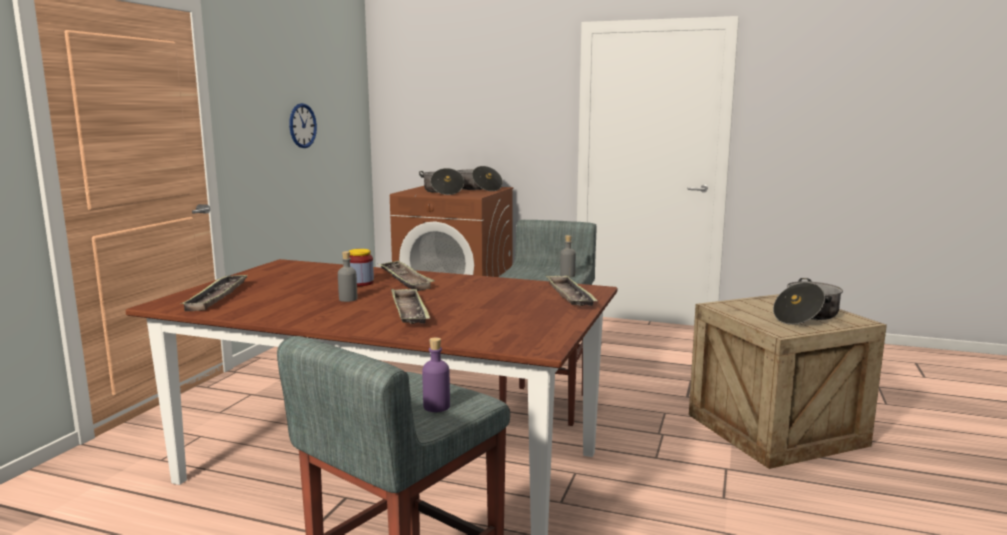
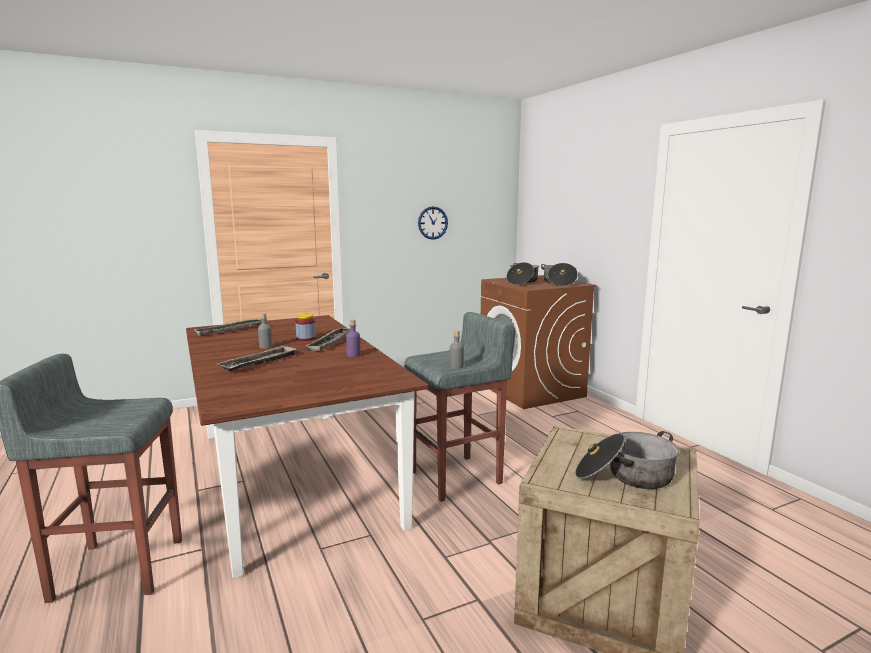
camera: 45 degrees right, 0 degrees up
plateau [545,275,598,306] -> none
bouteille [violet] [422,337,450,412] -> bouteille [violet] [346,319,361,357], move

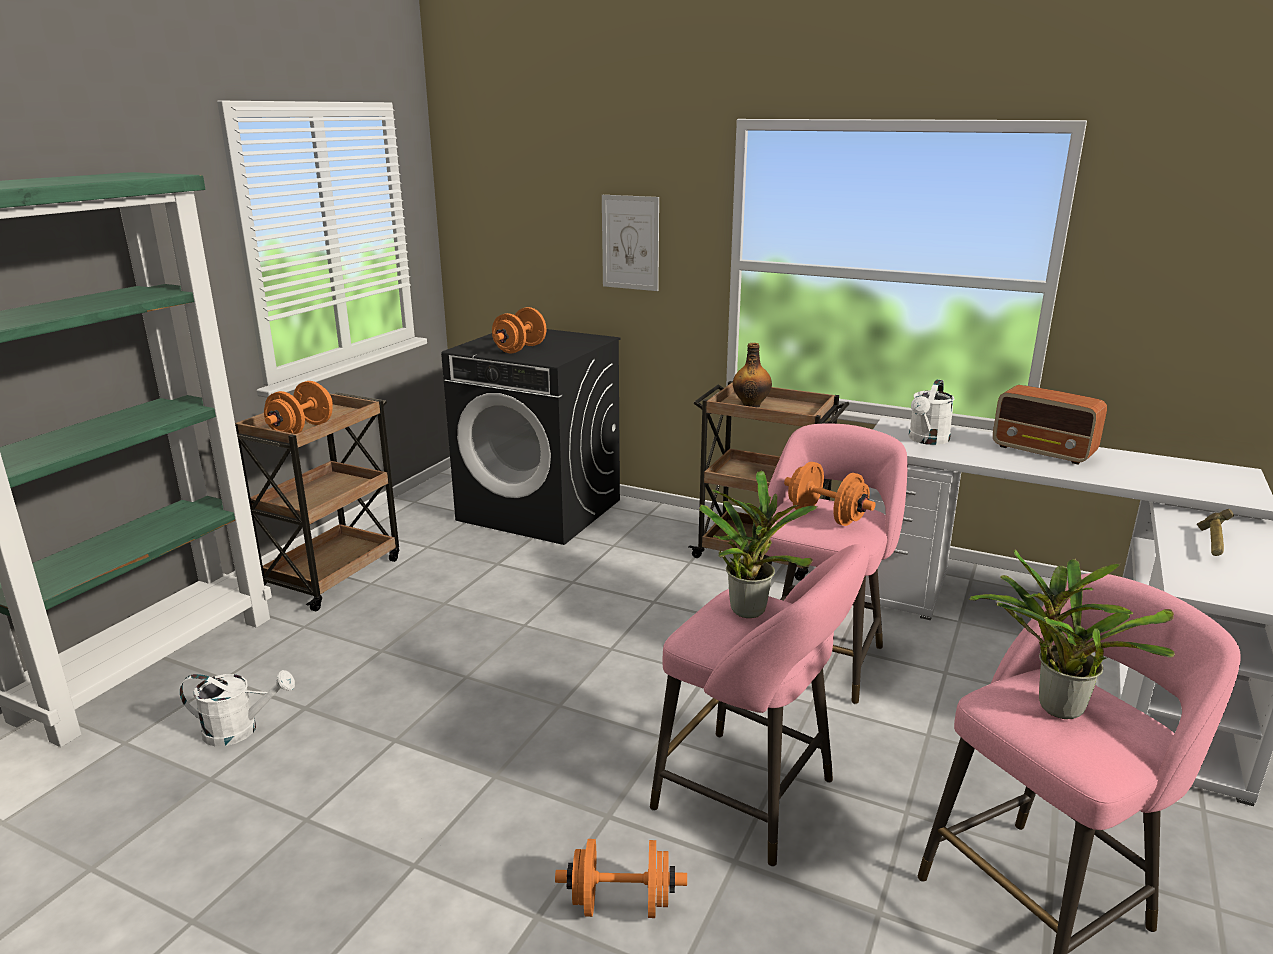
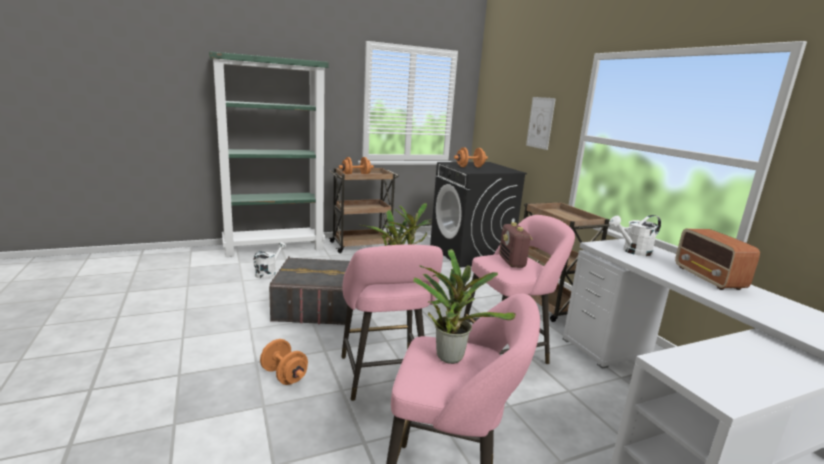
camera: 40 degrees right, 5 degrees down
bouteille [733,343,772,408] -> none
marteau [1197,509,1234,556] -> none
none -> boîte de rangement [gris] [269,257,350,325]
haltère [orange] [784,462,876,526] -> radio [499,222,533,268]
arrosoir [blanc] [179,670,295,746] -> arrosoir [blanc] [253,242,286,279], 105 degrees counterclockwise

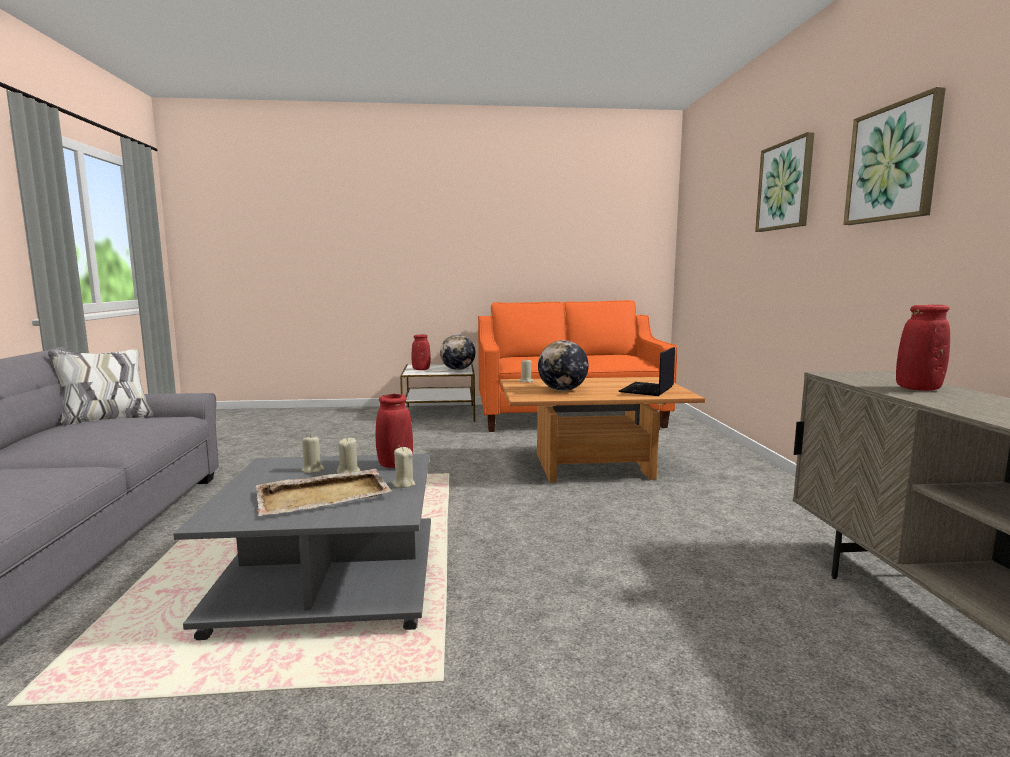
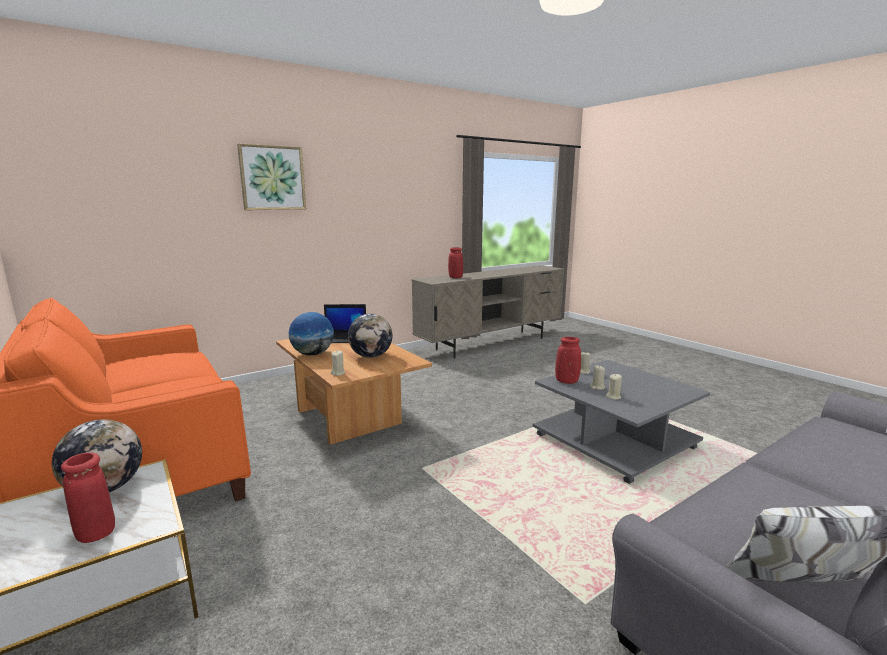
camera: 120 degrees left, 5 degrees up
plateau [beige] [256,469,392,516] -> none
tableau [843,87,946,225] -> none
none -> globe [289,312,334,356]

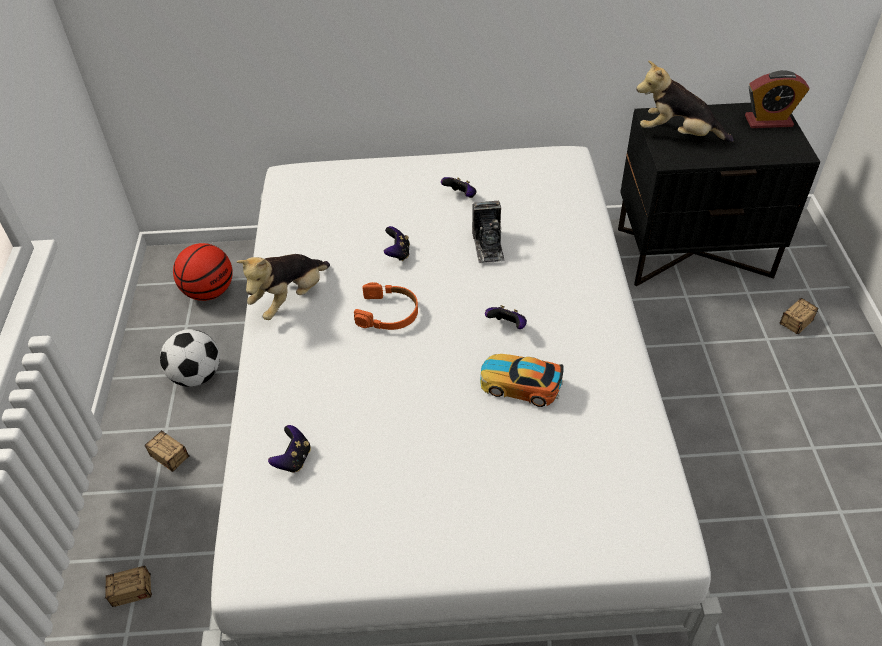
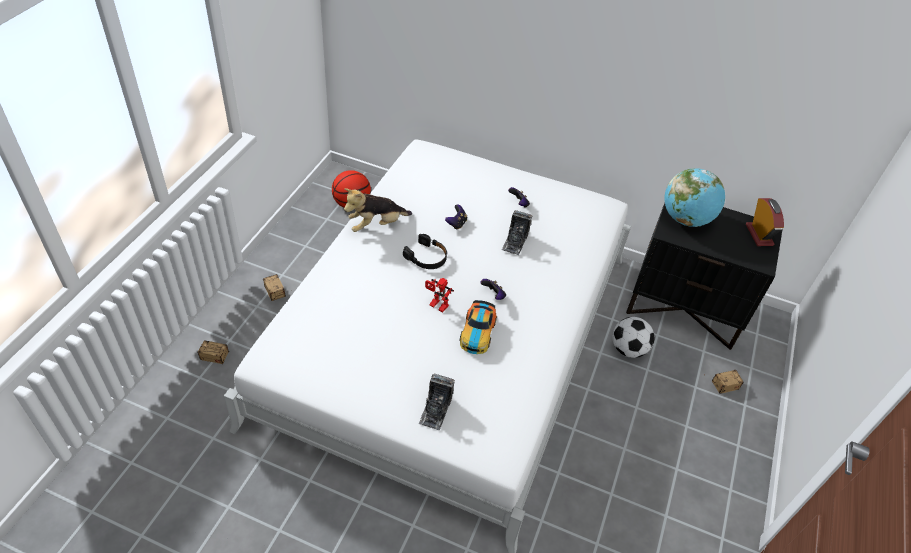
camera: 20 degrees right, 0 degrees up
manette [268,425,311,473] -> none
none -> appareil photo [418,374,455,430]
none -> robot jouet [425,278,454,313]
ballon de foot [160,329,220,387] -> ballon de foot [612,317,654,358], move
peluche [636,60,734,142] -> globe [664,168,725,227]
casque audio [orange] [354,282,418,330] -> casque audio [noir] [403,234,447,269]
petite voiture [480,354,564,407] -> petite voiture [460,300,497,354], 120 degrees counterclockwise
réveil [745,70,810,128] -> réveil [746,198,784,246], 120 degrees counterclockwise

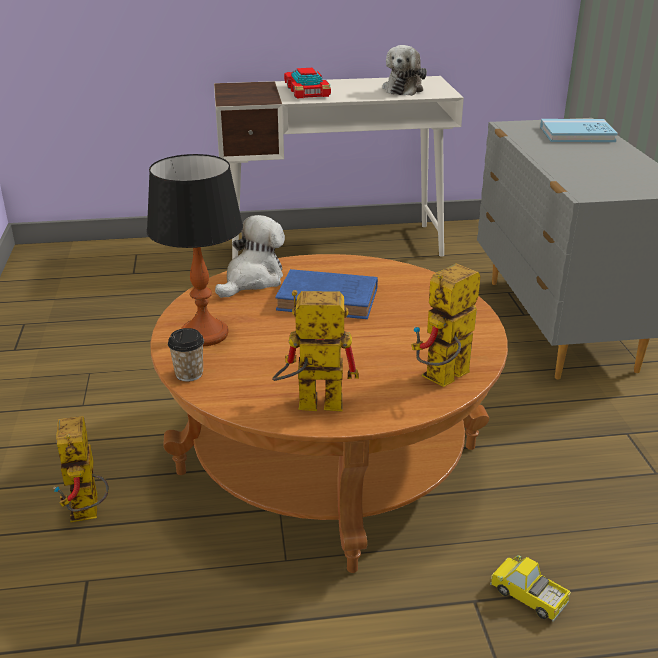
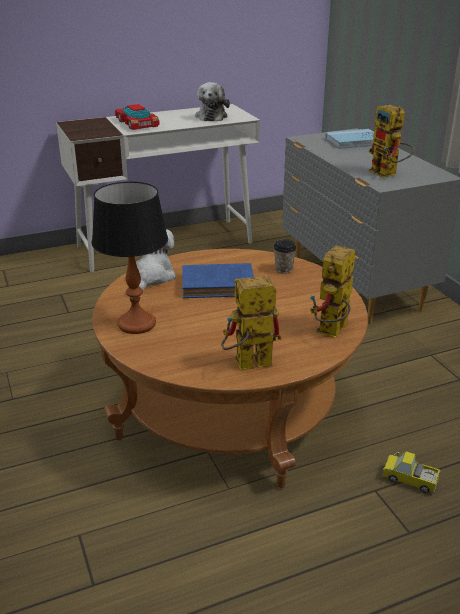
camera: 15 degrees left, 0 degrees up
robot jouet [53,416,109,523] -> robot jouet [368,104,414,178], move
tasse [168,328,204,382] -> tasse [273,239,297,273], move

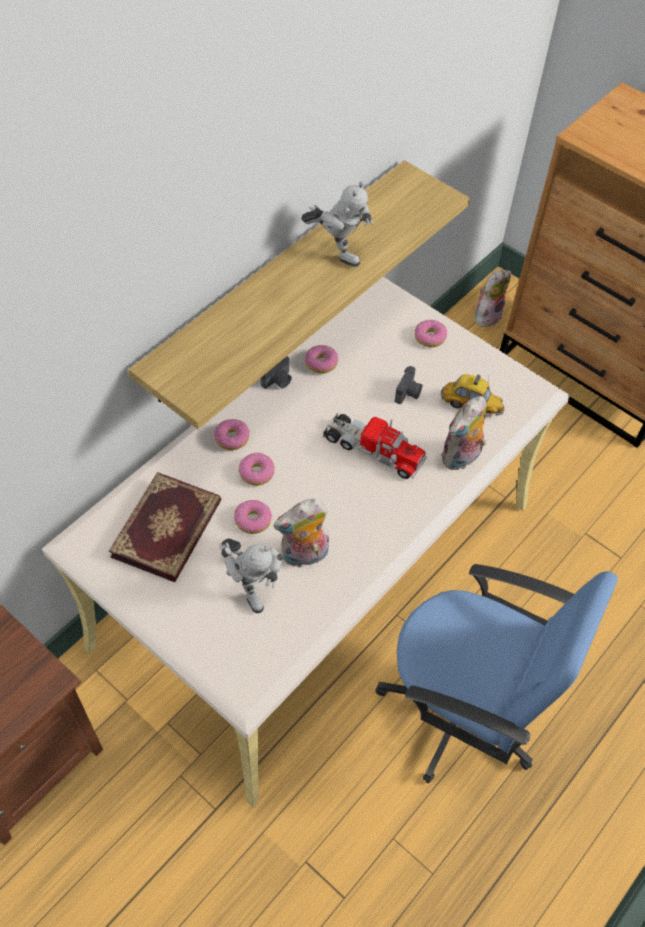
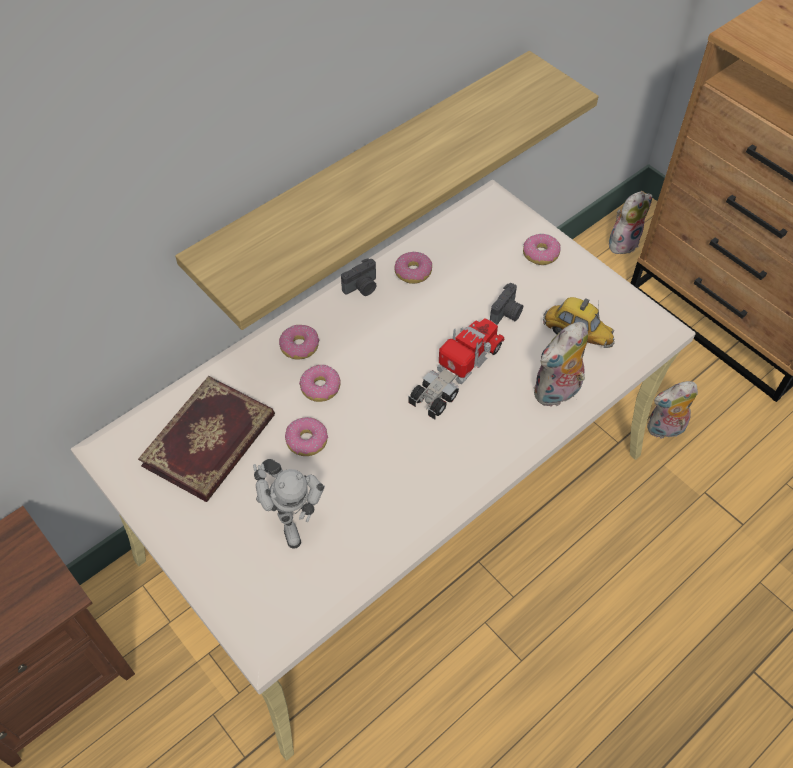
camera: 10 degrees right, 0 degrees up
robot jouet [301,181,373,267] -> none
chaise de bureau [bleu] [375,564,618,783] -> none
peluche [273,499,329,568] -> peluche [647,381,698,439], move
camion jouet [323,412,427,479] -> camion jouet [408,318,505,419], 90 degrees counterclockwise

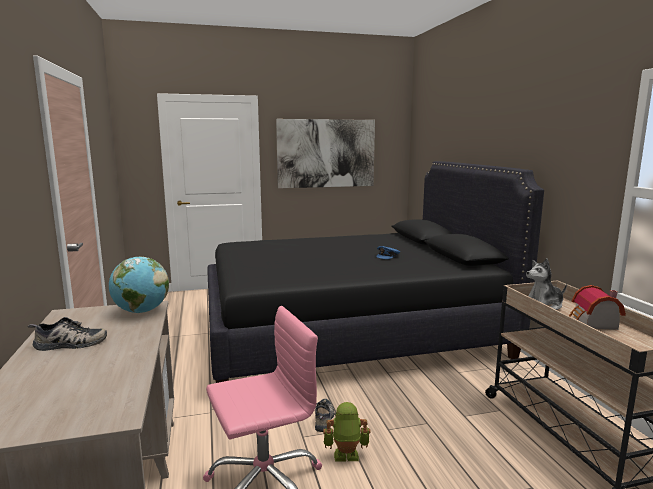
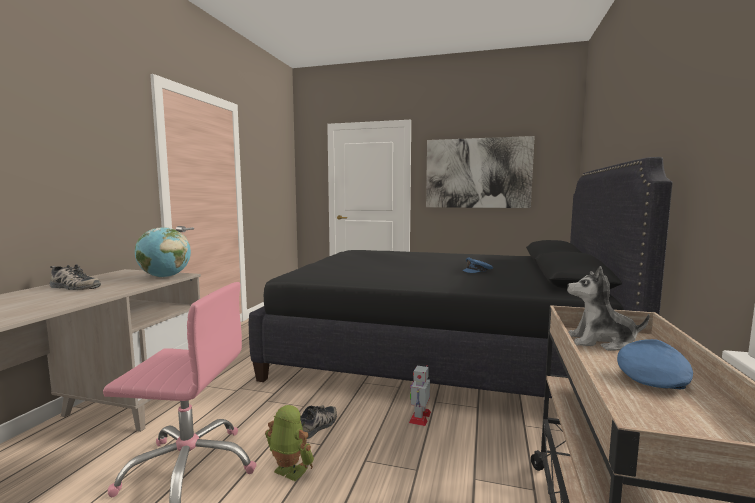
camera: 30 degrees right, 5 degrees down
none -> robot jouet [409,365,431,426]
maison miniature [569,285,626,330] -> casquette [bleu] [617,339,693,389]

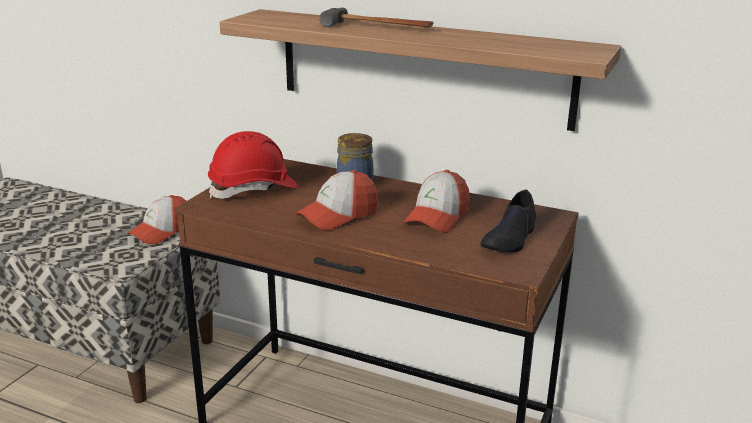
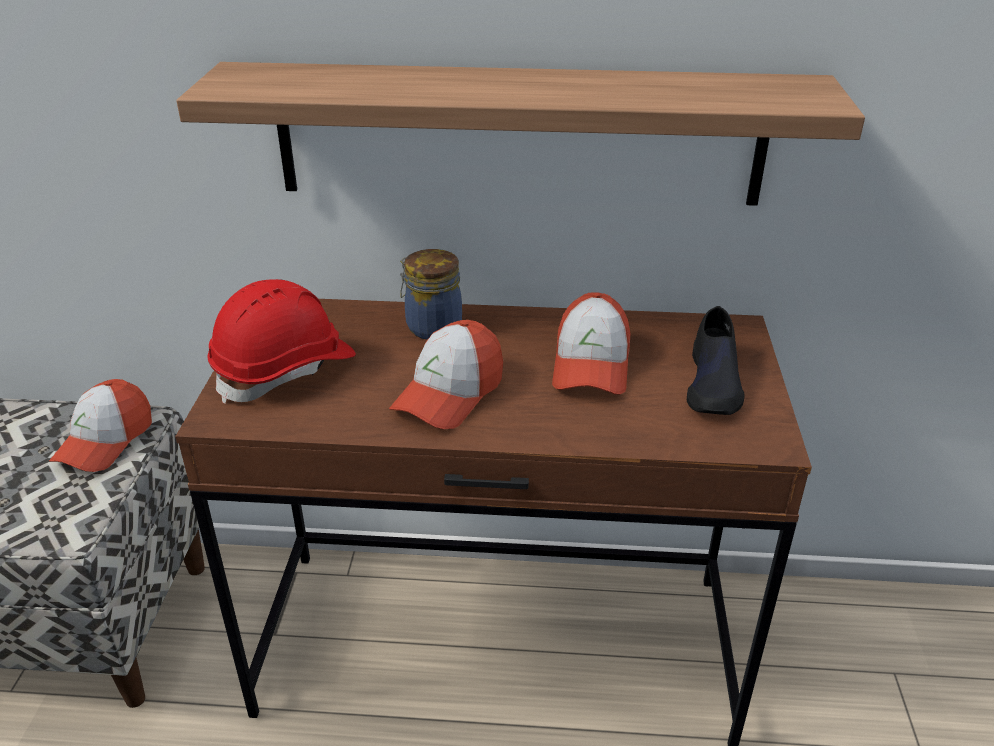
camera: 20 degrees left, 10 degrees up
marteau [320,8,433,27] -> none

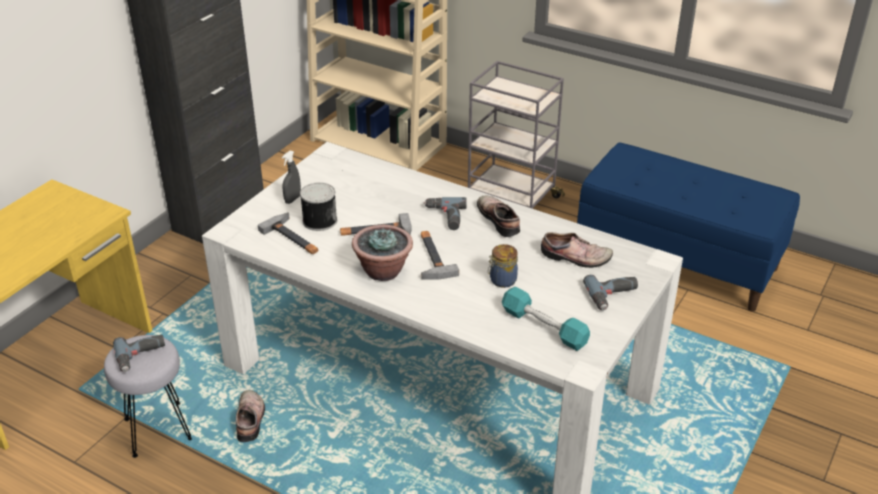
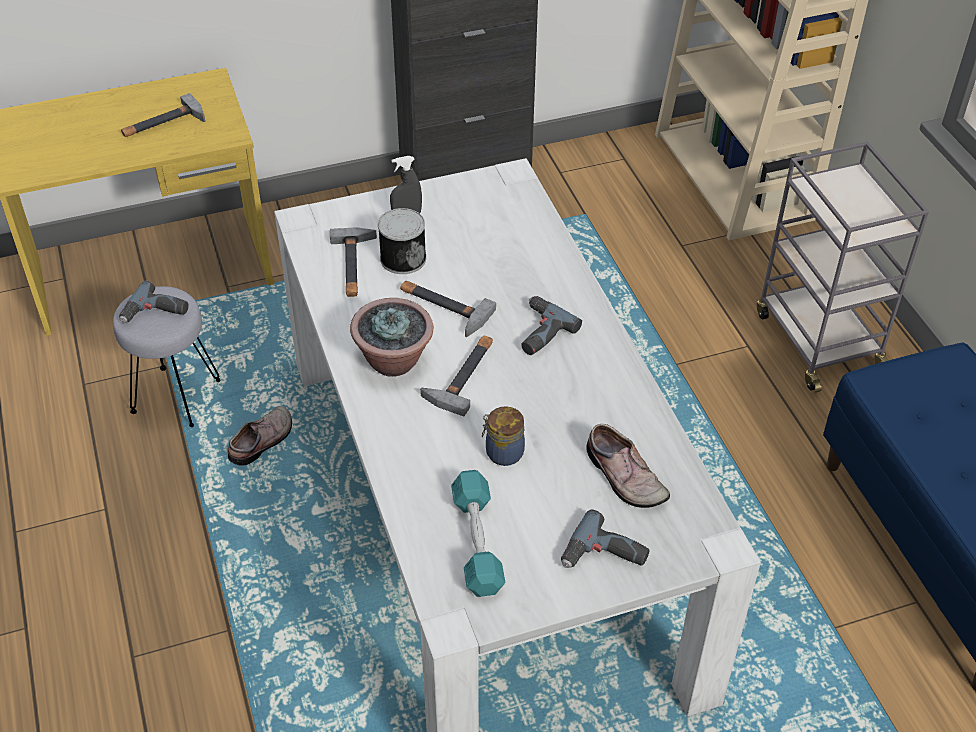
camera: 40 degrees right, 10 degrees up
chaussure [477,195,520,237] -> none
none -> marteau [121,93,205,137]

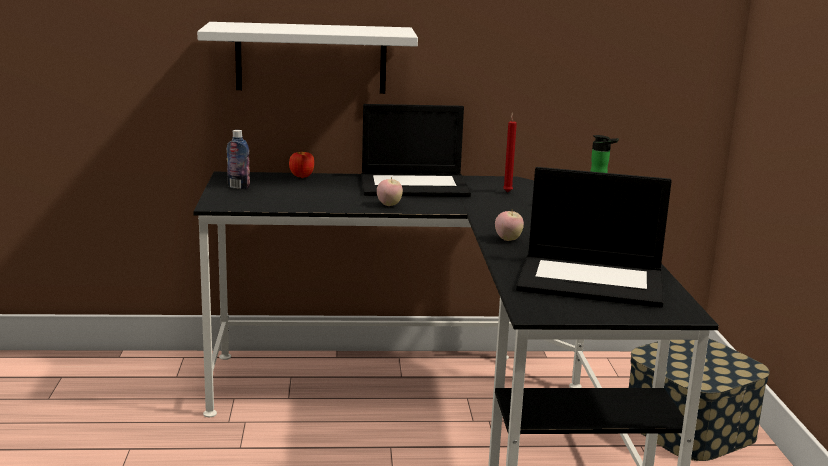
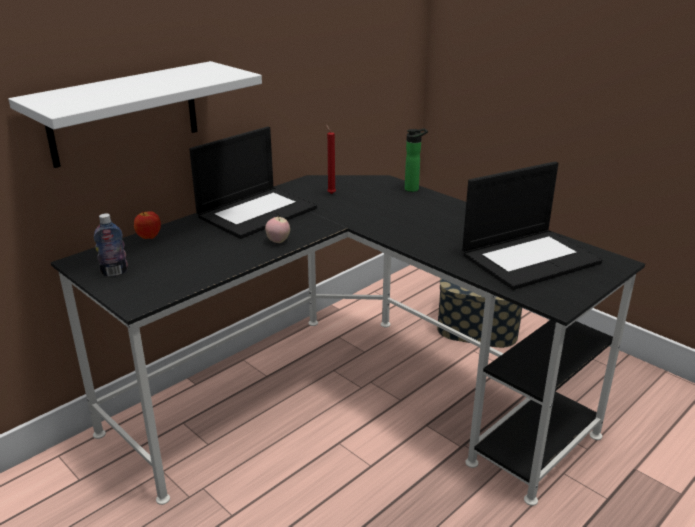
camera: 40 degrees left, 10 degrees up
pomme [495,211,524,241] -> none

